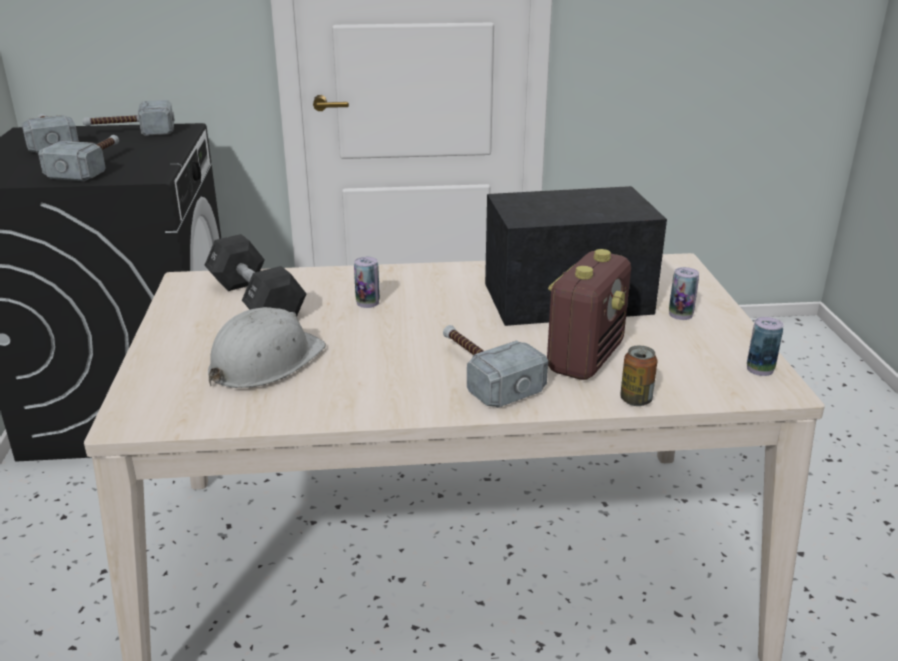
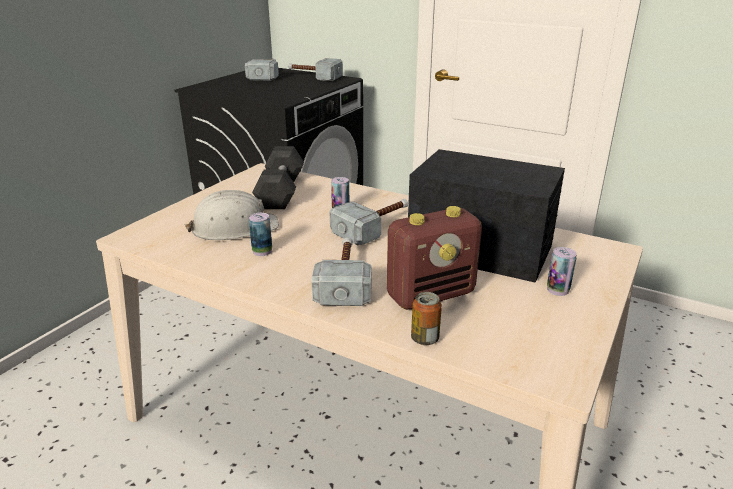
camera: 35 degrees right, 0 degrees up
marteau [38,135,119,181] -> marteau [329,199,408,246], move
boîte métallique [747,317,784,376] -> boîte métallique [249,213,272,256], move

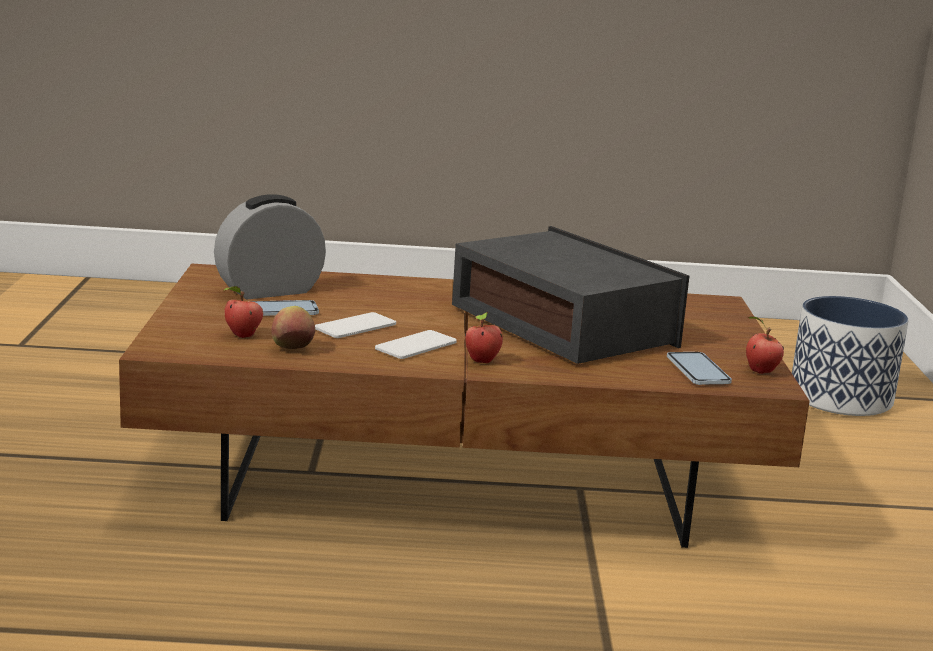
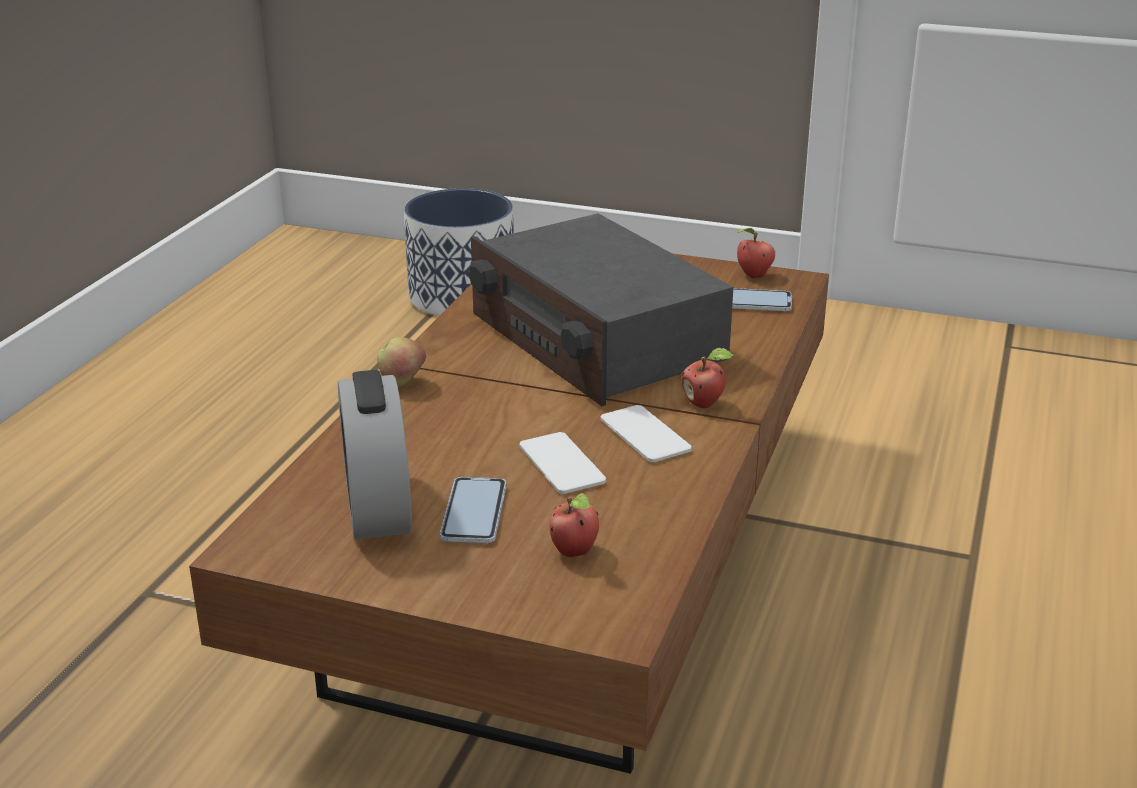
camera: 70 degrees left, 10 degrees up
pomme [271,306,315,349] -> pomme [377,337,426,388], move
radio [452,226,689,364] -> radio [469,213,733,406], 105 degrees counterclockwise

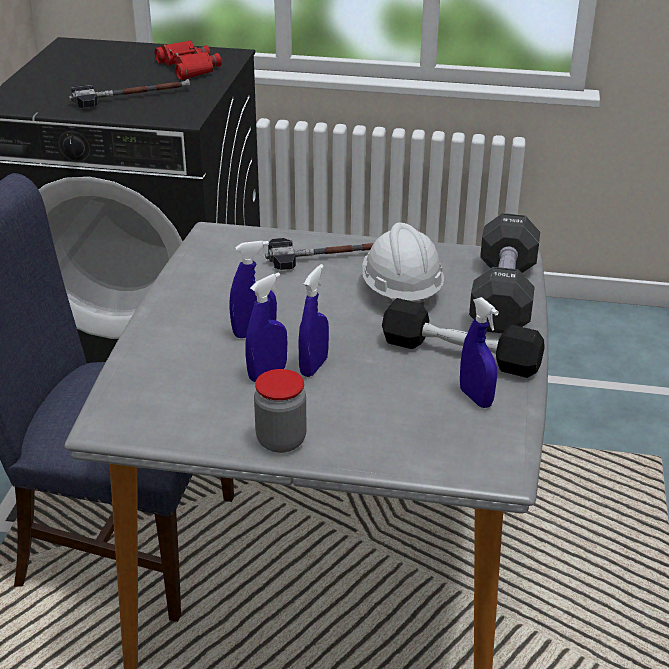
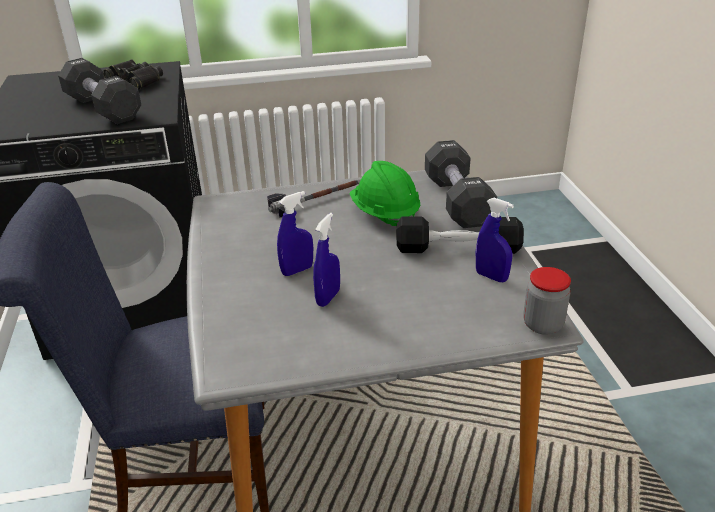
camera: 20 degrees left, 0 degrees up
vaporisateur [bleu] [298,264,329,377] -> none
bocal [254,369,307,453] -> bocal [523,267,571,335], move
marteau [69,79,190,108] -> haltère [noir] [58,58,141,124]
jumelles [rouge] [155,40,222,80] -> jumelles [noir] [103,59,163,90]
casque de chantier [blanc] [362,222,444,306] -> casque de chantier [vert] [349,161,420,226]

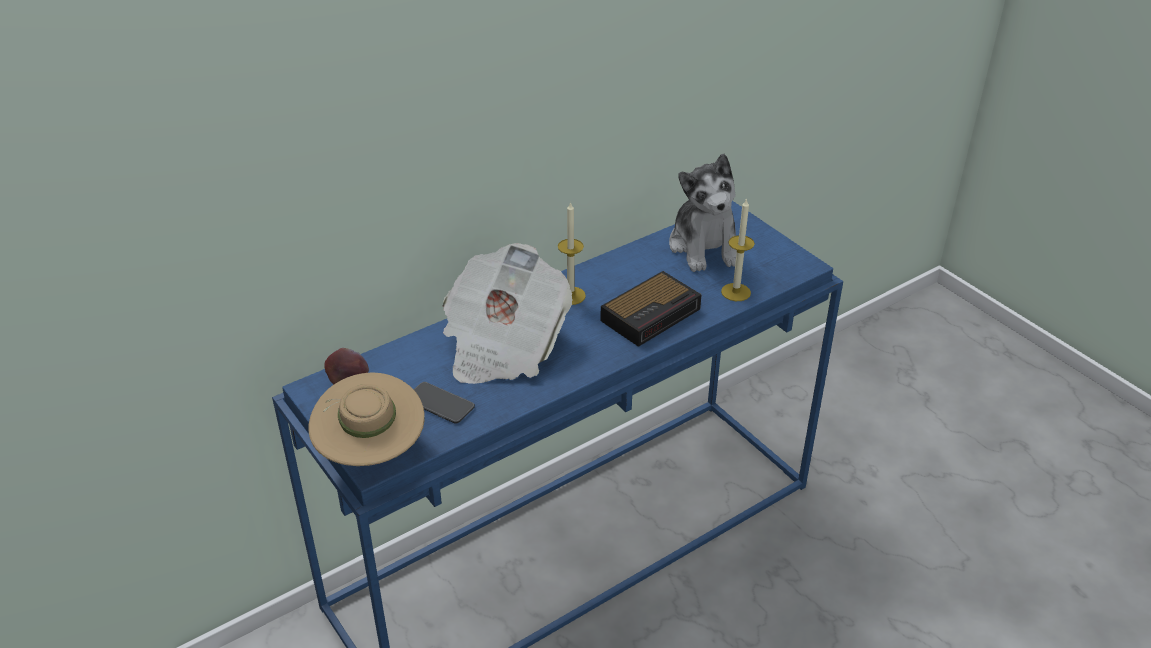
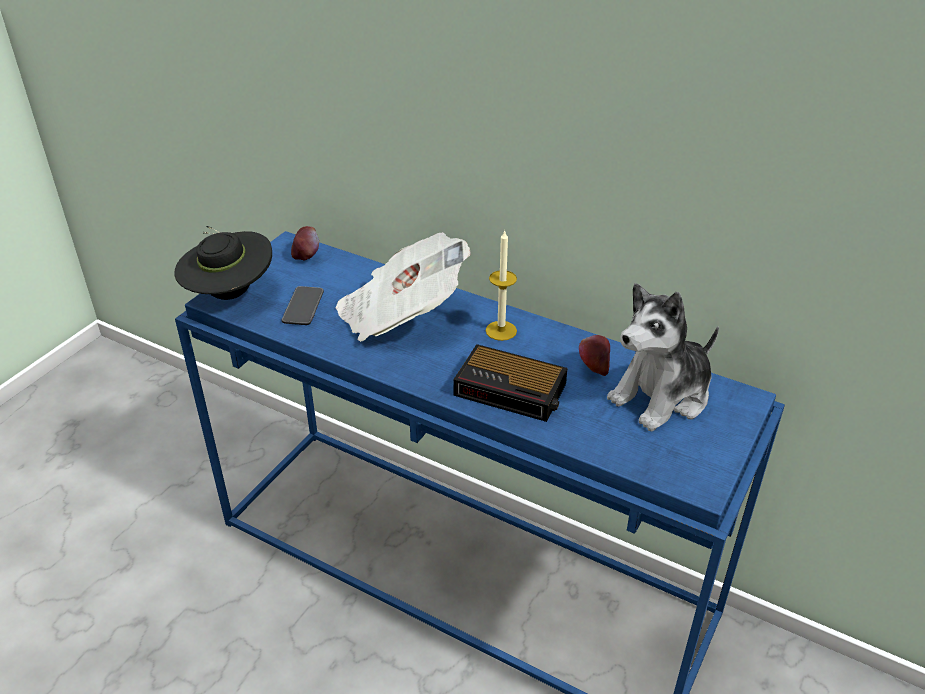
camera: 65 degrees right, 0 degrees up
bougie [721,198,755,301] -> none
none -> pomme [579,335,610,376]
chapeau [beige] [308,373,424,466] -> chapeau [noir] [175,226,272,300]

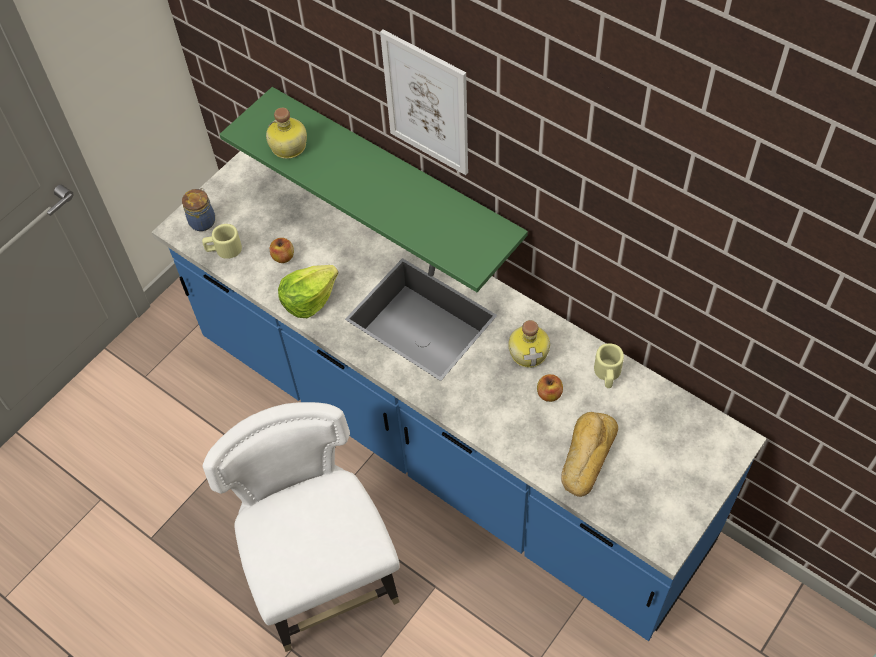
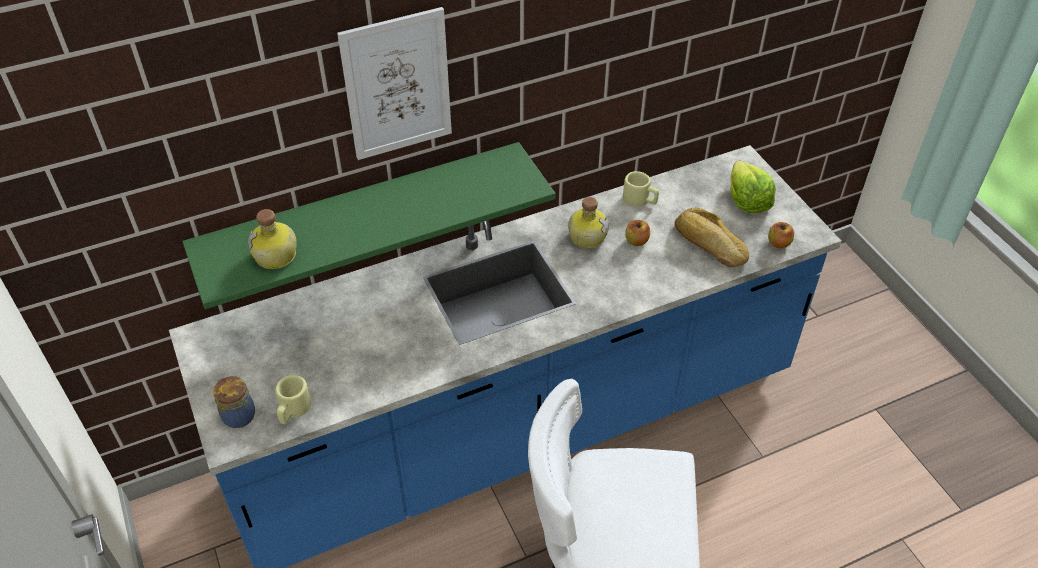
camera: 65 degrees left, 10 degrees down
pomme [270,238,294,263] -> pomme [768,222,794,249], move
laitue [278,265,339,318] -> laitue [730,161,776,213], move

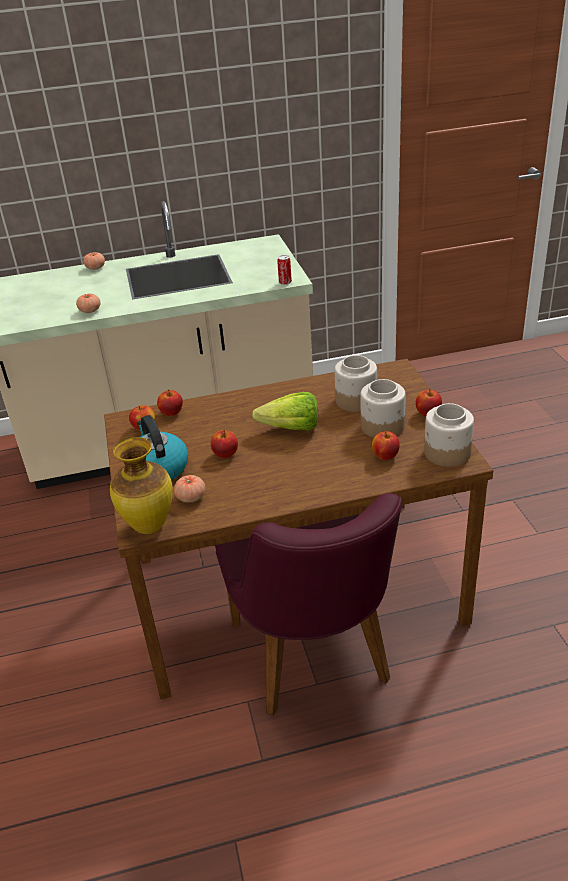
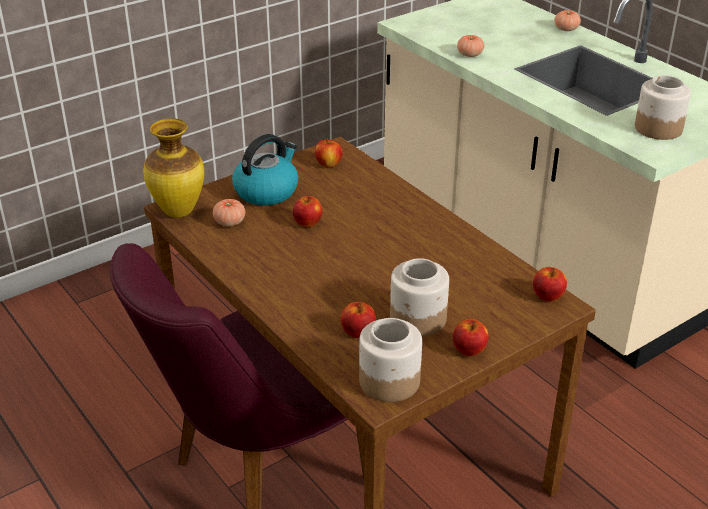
camera: 65 degrees right, 0 degrees up
laitue [252,392,318,431] -> none
boîte métallique [277,255,292,285] -> none
pomme [157,389,183,416] -> pomme [533,267,567,302], move
bocal [335,355,377,412] -> bocal [635,75,691,140], move

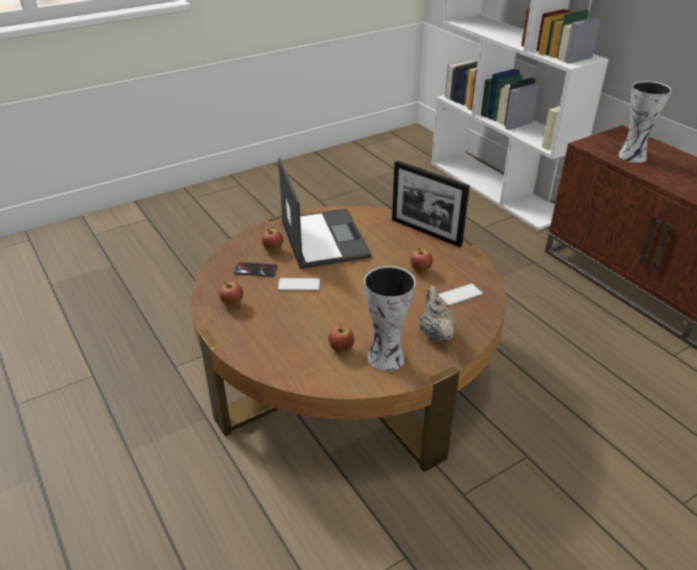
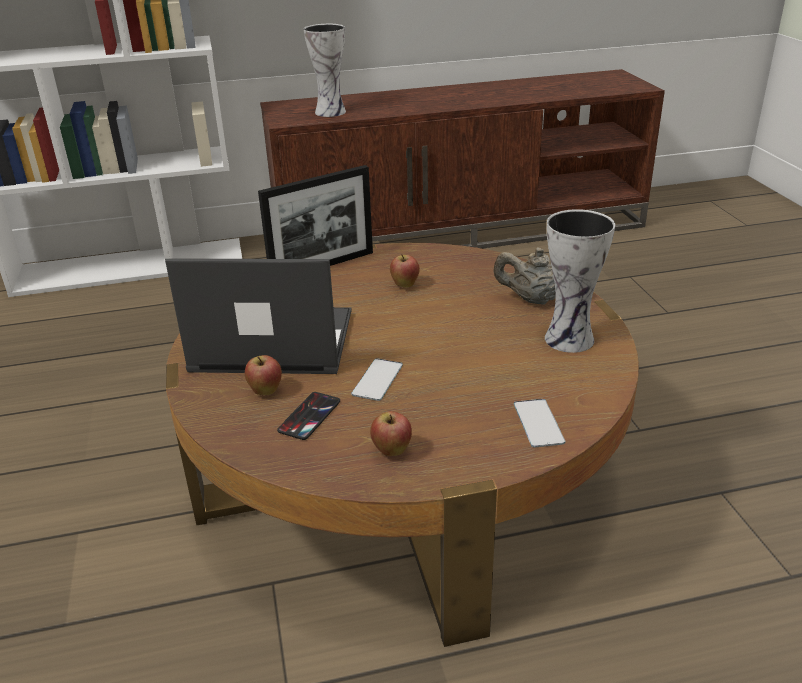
camera: 70 degrees left, 5 degrees down
pomme [329,324,354,354] -> none
téléphone [438,283,484,306] -> téléphone [514,399,566,447], move

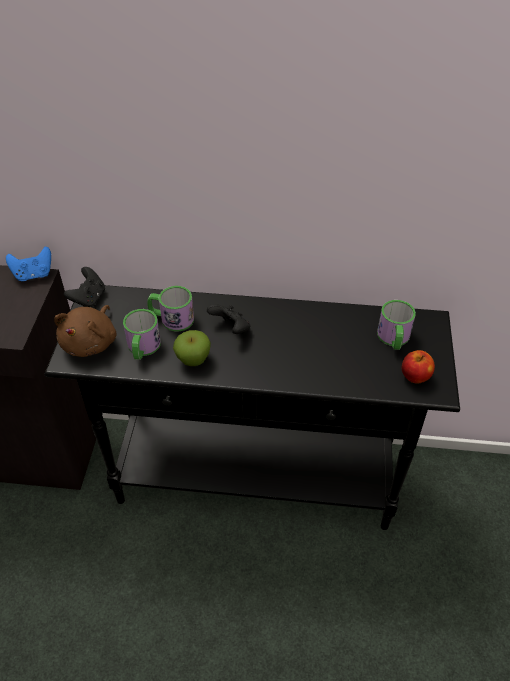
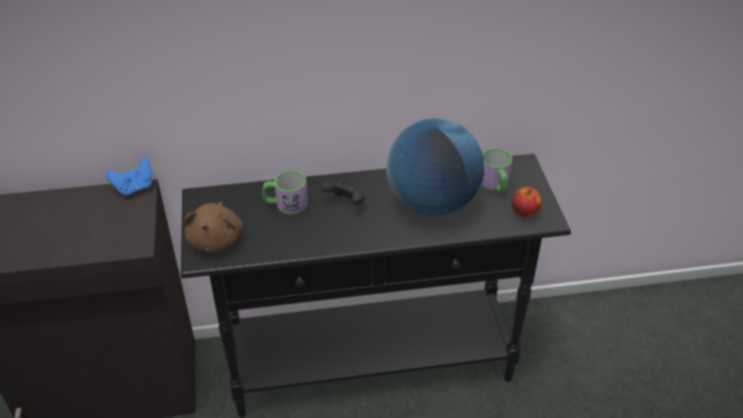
camera: 15 degrees left, 5 degrees down
manette [noir] [64,267,105,307] -> none
mug [123,309,161,360] -> none
pomme [173,330,211,366] -> none
none -> globe [386,118,484,216]

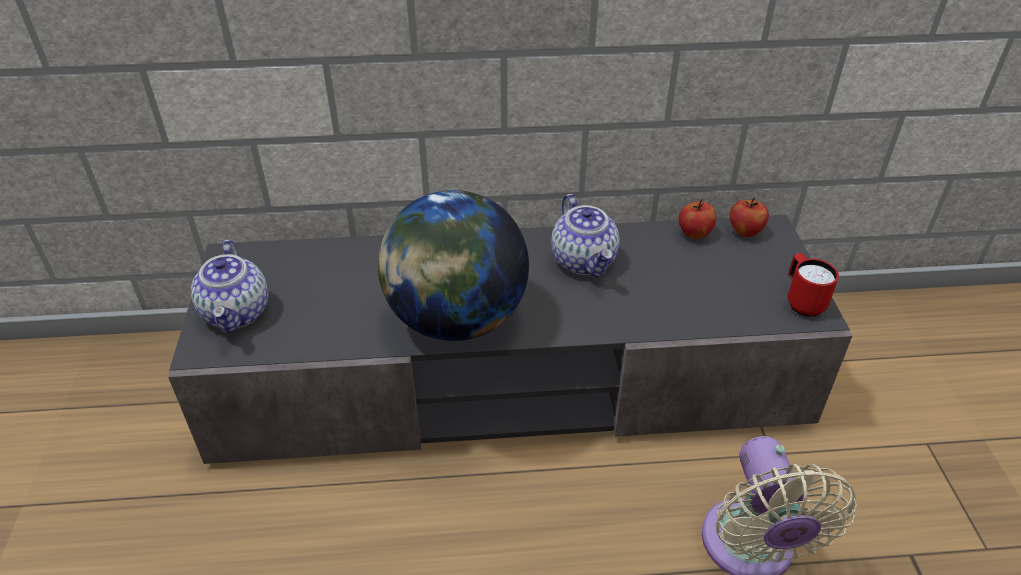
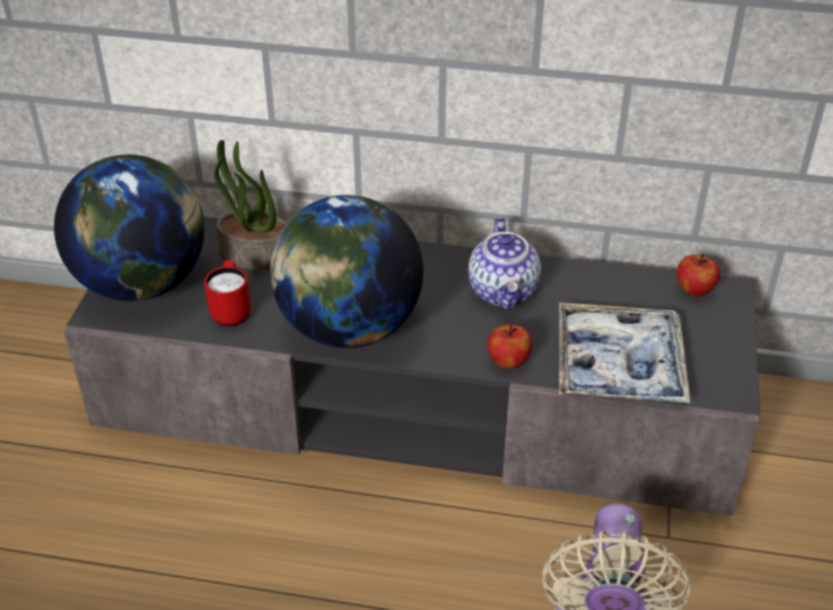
camera: 15 degrees right, 0 degrees up
none -> plante en pot [214,140,287,270]
none -> plateau [559,302,690,404]
pomme [679,199,716,239] -> pomme [487,324,532,369], move
mug [rouge] [788,253,839,317] -> mug [rouge] [204,260,251,326], move
théière [191,240,268,333] -> globe [54,155,205,301]

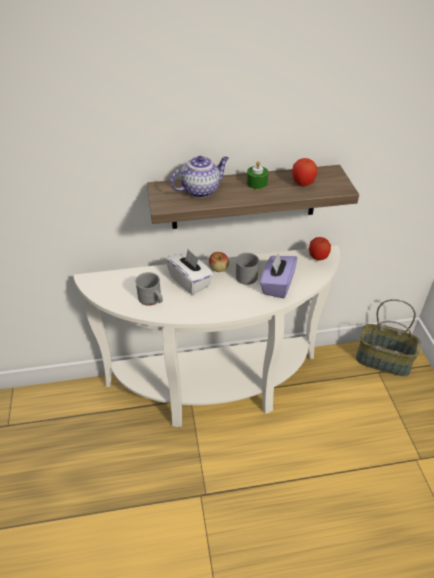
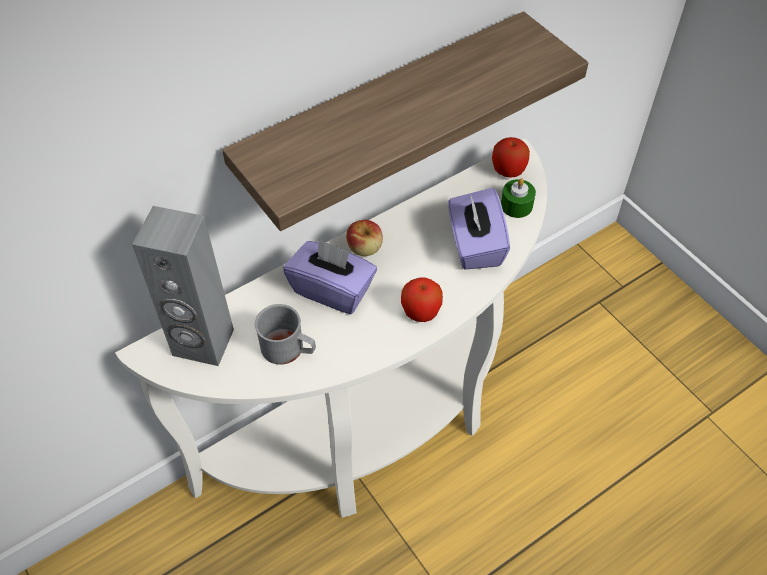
camera: 25 degrees left, 10 degrees up
théière [171,156,229,198] -> none
mug [gris] [236,253,259,285] -> none
panier [356,299,421,376] -> none
none -> enceinte [gris] [132,206,234,366]
bougie [vert] [247,161,268,189] -> bougie [vert] [501,178,536,218], move
pomme [292,158,317,186] -> pomme [401,277,443,322], move
boîte à mouchoirs [blanc] [166,249,214,295] -> boîte à mouchoirs [violet] [283,239,377,314]

